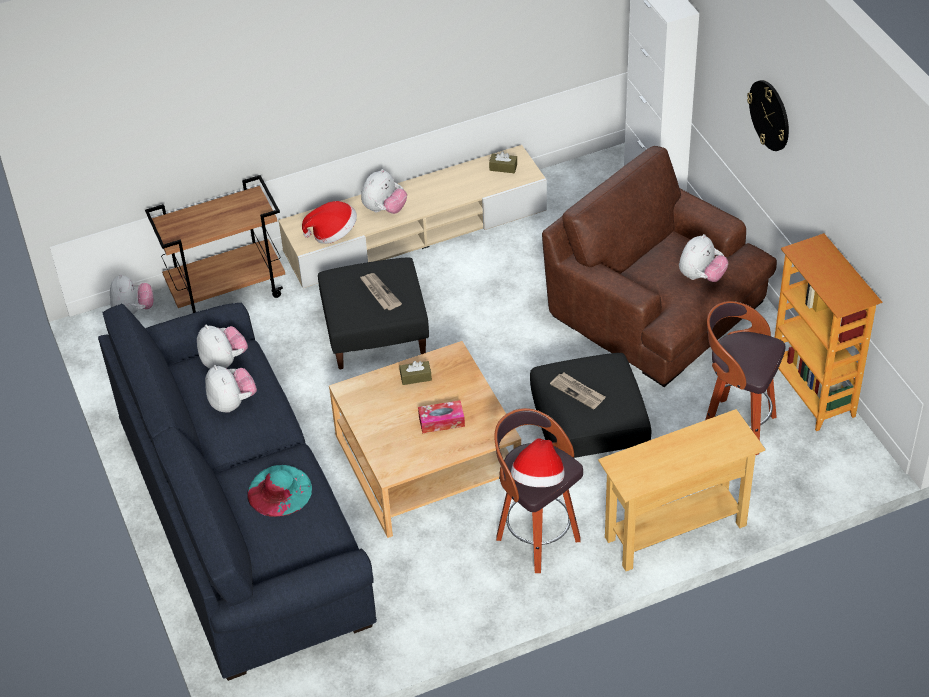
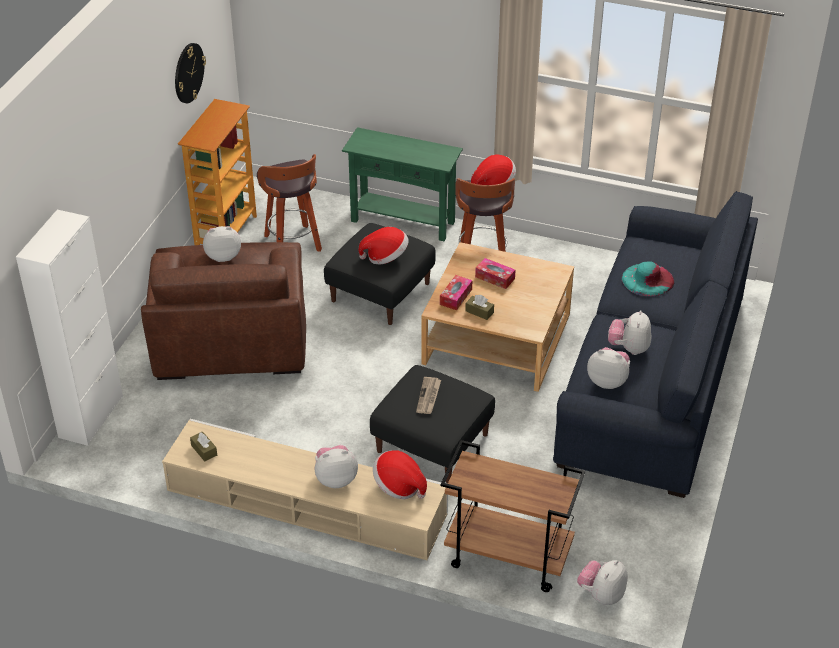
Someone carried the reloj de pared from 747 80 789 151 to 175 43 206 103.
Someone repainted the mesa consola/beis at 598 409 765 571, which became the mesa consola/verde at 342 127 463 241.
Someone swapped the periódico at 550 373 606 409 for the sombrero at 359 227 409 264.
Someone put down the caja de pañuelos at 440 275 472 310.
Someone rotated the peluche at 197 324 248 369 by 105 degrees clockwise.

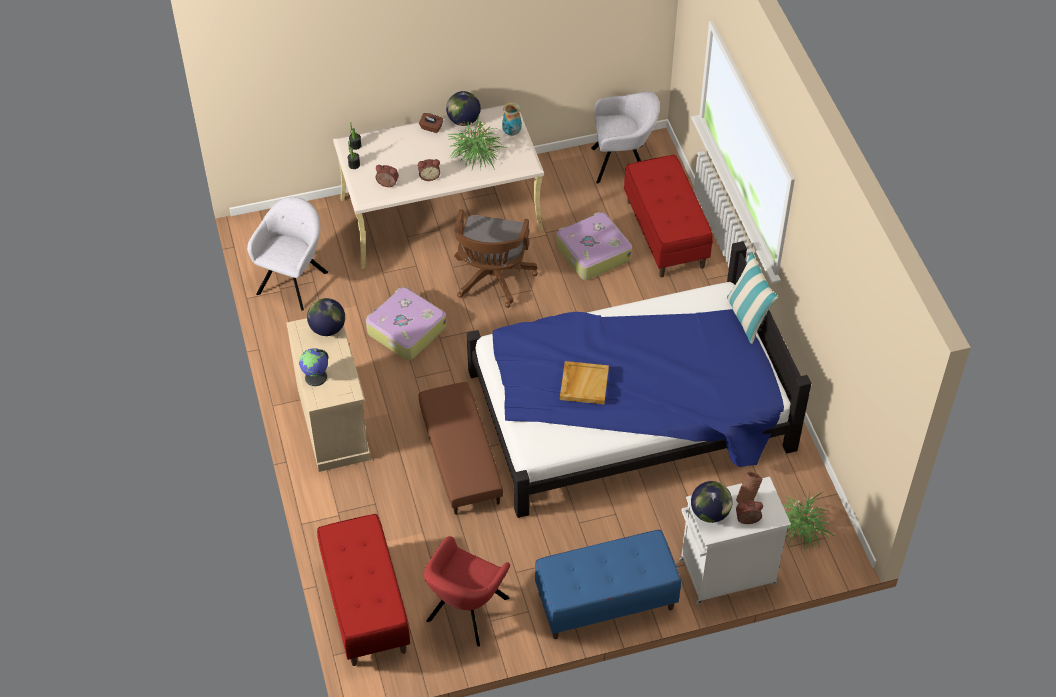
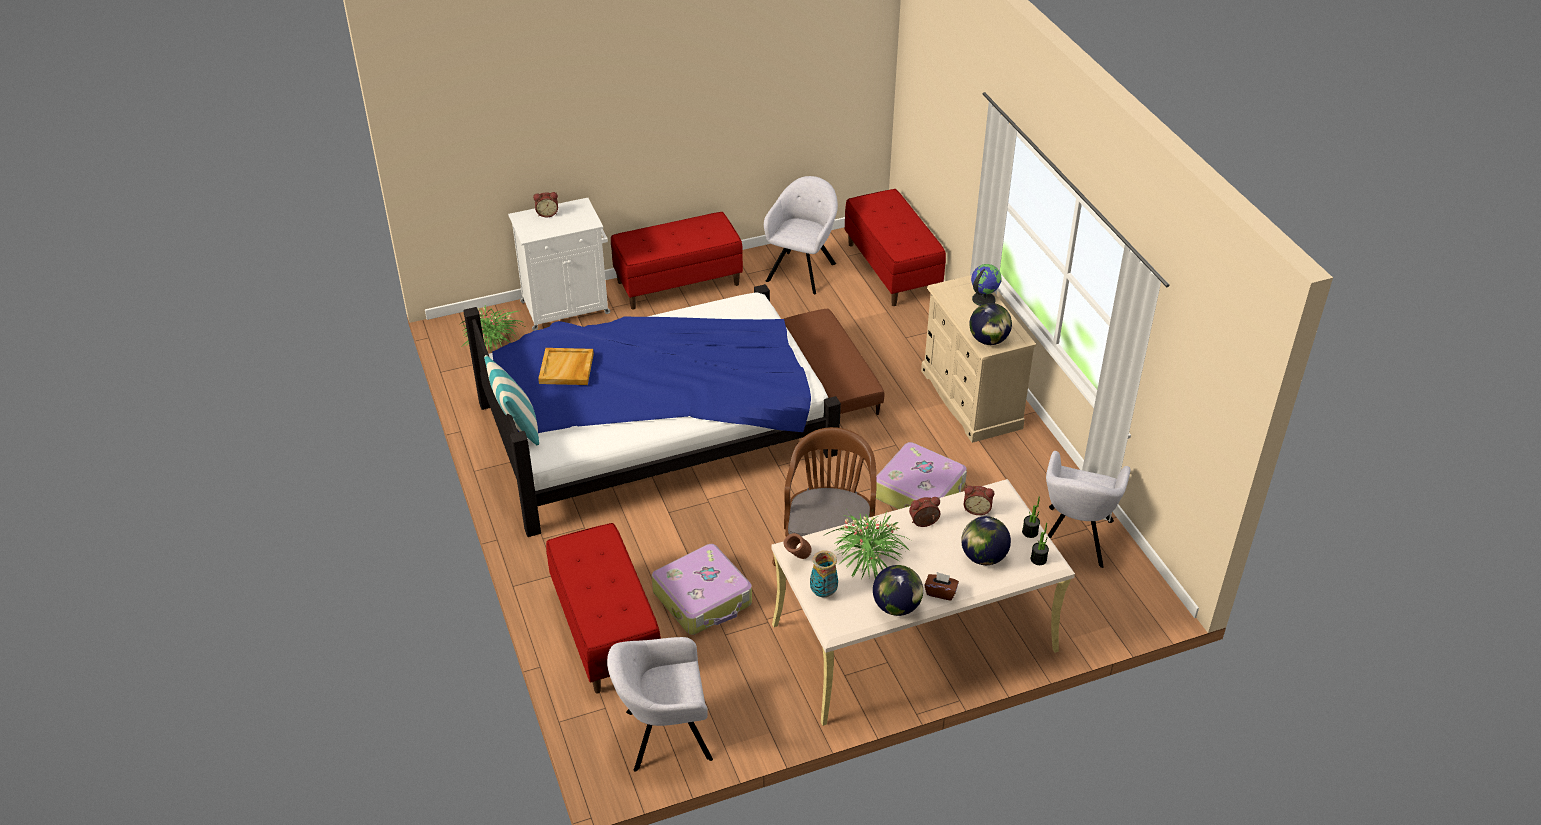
Someone carried the bandeja/beis from 560 361 609 404 to 538 348 594 385.
Someone repainted the banco/azul at 535 530 681 639, which became the banco/rojo at 611 212 743 309.
Someone repainted the sillón/rojo at 424 536 510 647, which became the sillón/gris at 764 176 838 294.
Someone carried the florero/marrón from 736 472 762 503 to 783 533 812 559.
Someone carried the globo terráqueo from 691 481 732 523 to 961 516 1011 565.

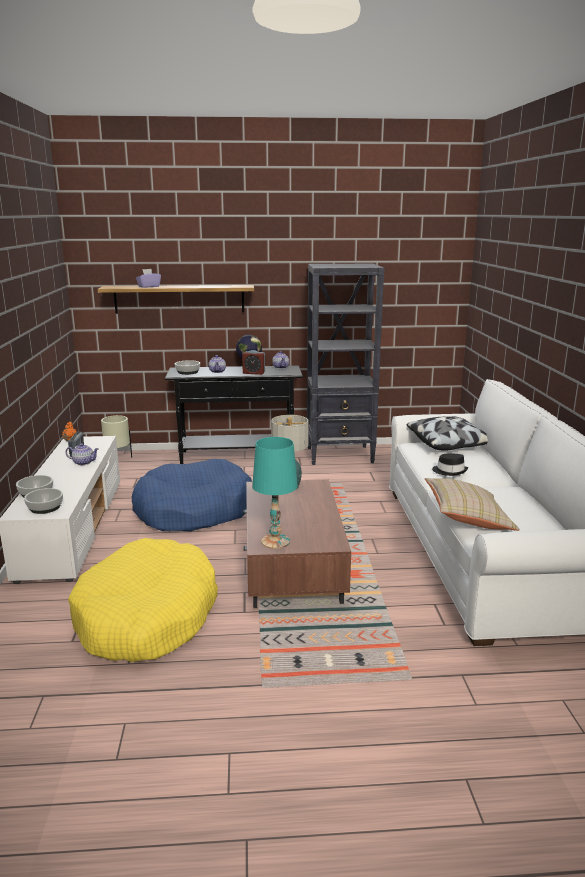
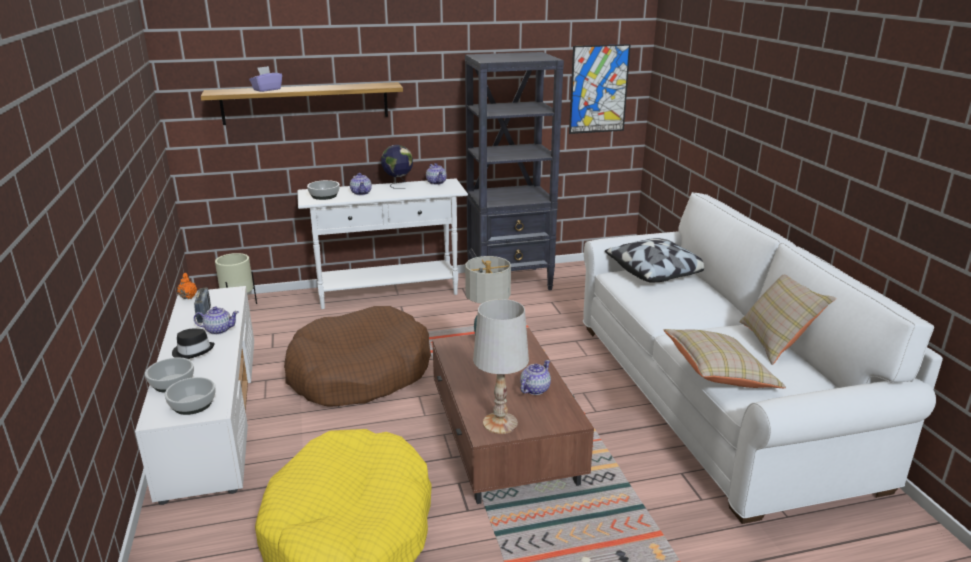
Someone carried the sombrero/negro from 432 453 468 476 to 172 329 215 359.
Someone repainted the cama para perro/azul at 132 459 252 531, which became the cama para perro/marrón at 284 306 431 407.
Someone repainted the mesa consola/negro at 165 365 303 464, which became the mesa consola/blanco at 297 178 468 309.
Someone repainted the lámpara de mesa/turquesa at 252 437 298 549, which became the lámpara de mesa/blanco at 473 299 529 434.
Someone put down the tetera at 520 360 551 395.
Someone put up the cuadro at 569 44 631 134.
Someone put down the cojín/beis at 739 275 836 365.
Someone took away the despertador at 242 350 265 375.

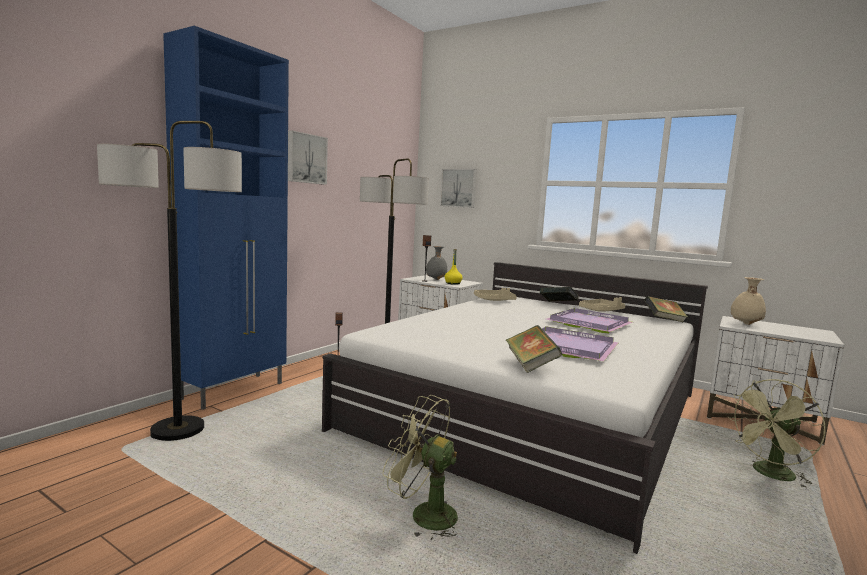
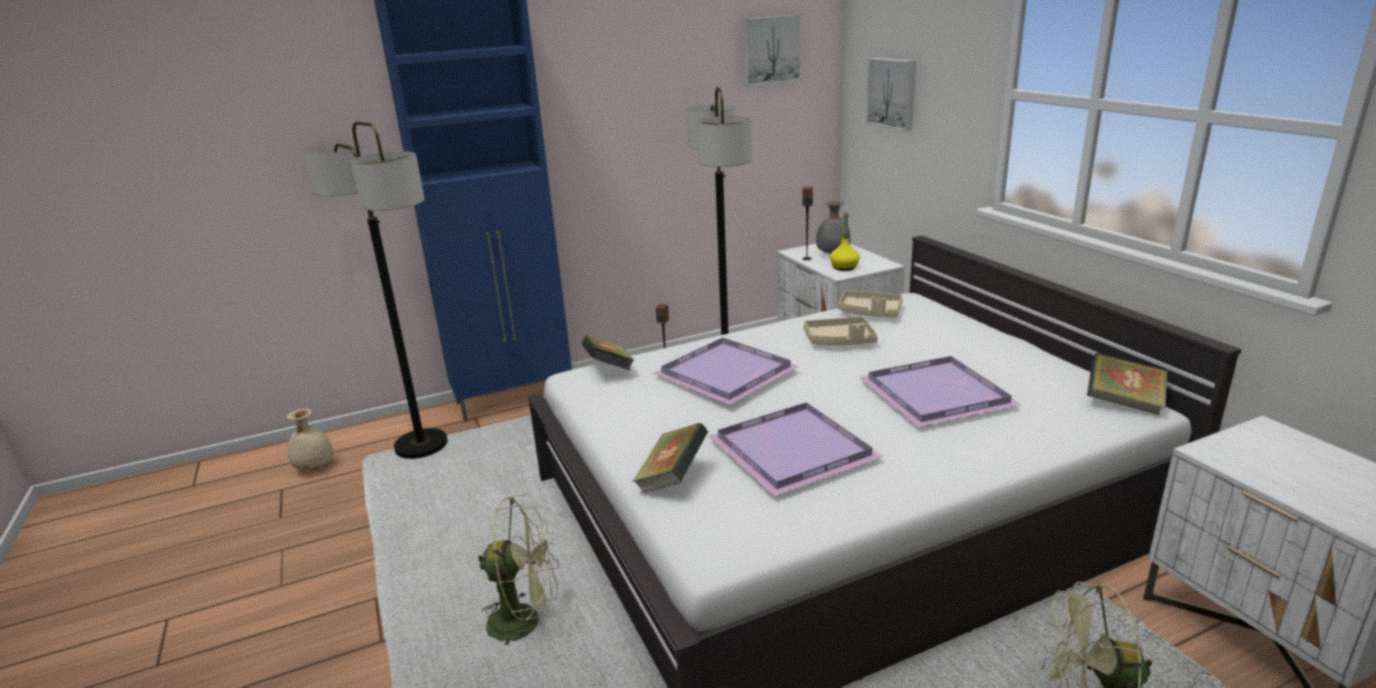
Someone carried the florero/beis from 731 277 766 325 to 287 409 333 470.
Someone rotated the ventilador/verde at 383 395 458 541 by 120 degrees clockwise.
Someone carried the libro from 540 287 579 302 to 581 335 634 370.
Someone put down the bandeja/morado at 653 338 799 405.
Someone carried the cuadro from 288 130 328 185 to 742 15 802 86.
Someone carried the bandeja/beis from 579 297 625 312 to 803 316 878 345.

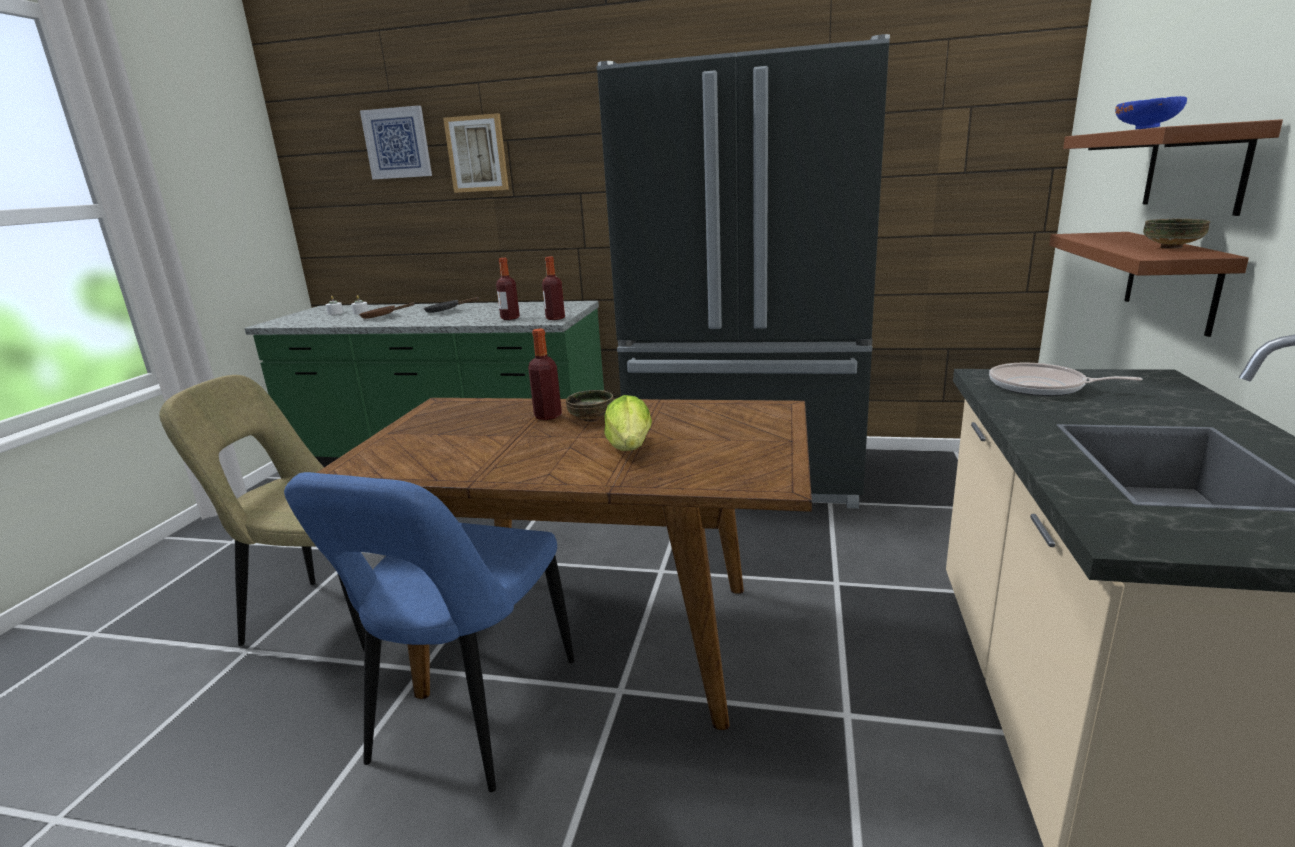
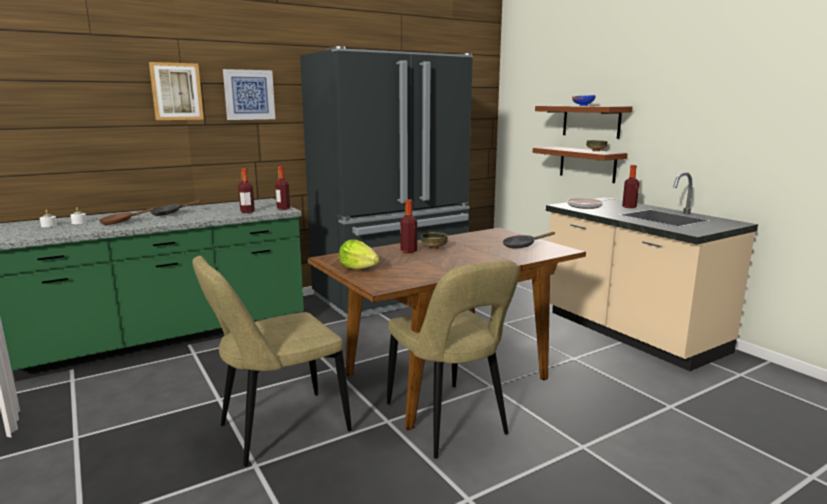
Someone carried the cuadro from 360 105 432 179 to 223 69 275 120.
Someone carried the lechuga from 604 395 652 451 to 339 240 379 270.
Someone repainted the silla/azul at 284 472 575 792, which became the silla/beis at 387 260 519 459.
Someone put down the sartén/negro at 503 232 556 248.
Someone put down the botella at 622 165 639 208.

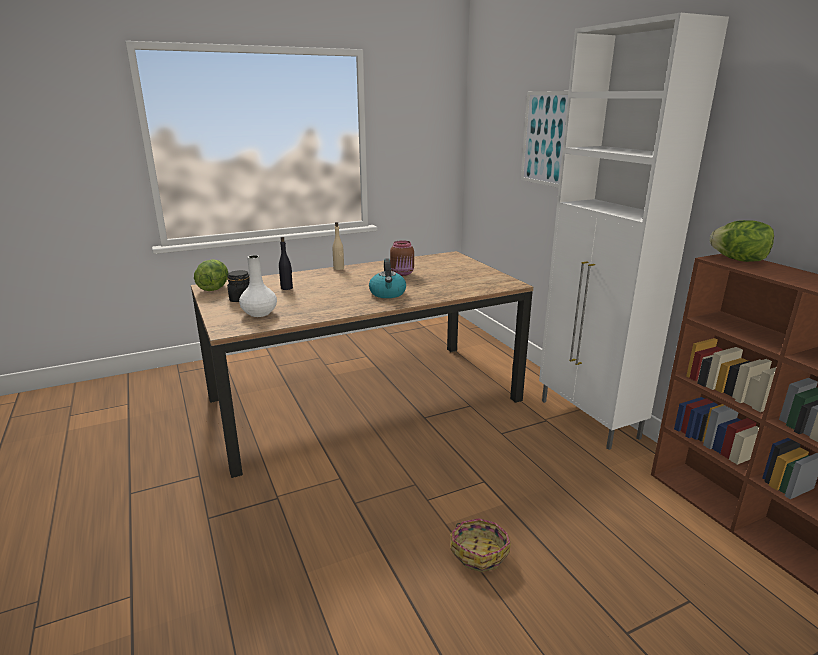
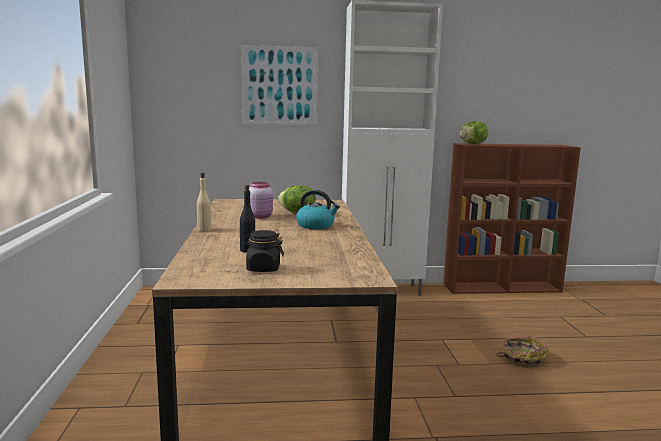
Someone repainted the tarro/marrón at 390 240 414 276, which became the tarro/rosa at 249 182 273 218.
Someone carried the lechuga from 194 259 228 291 to 278 185 316 213.
Someone took away the florero/blanco at 239 255 277 317.

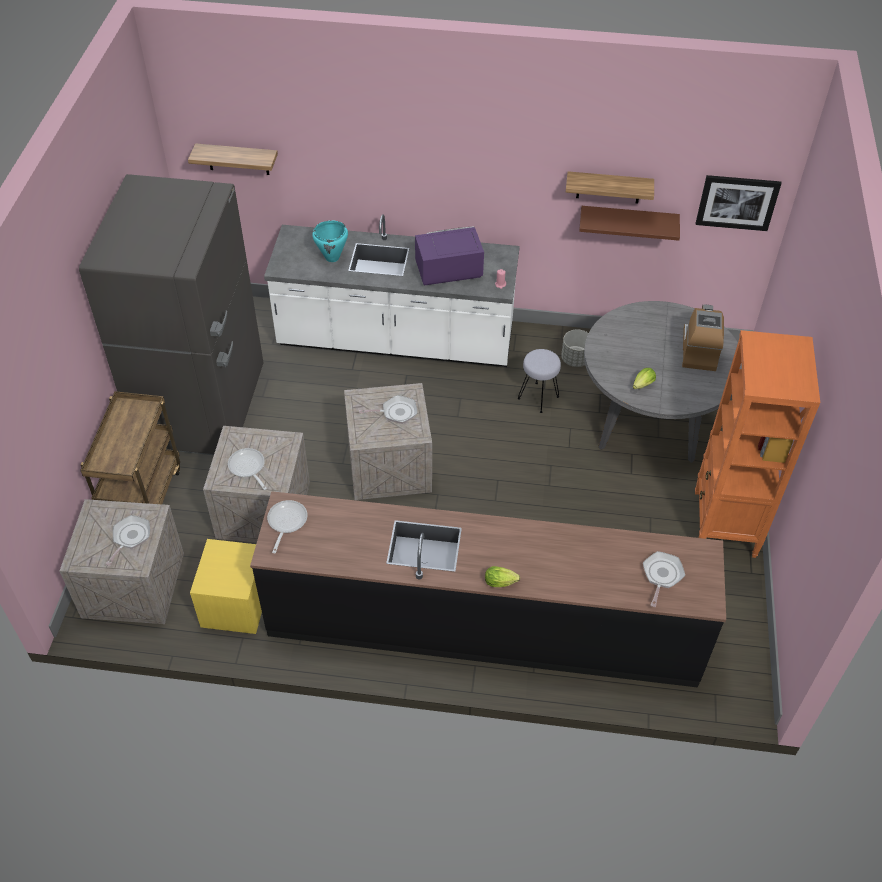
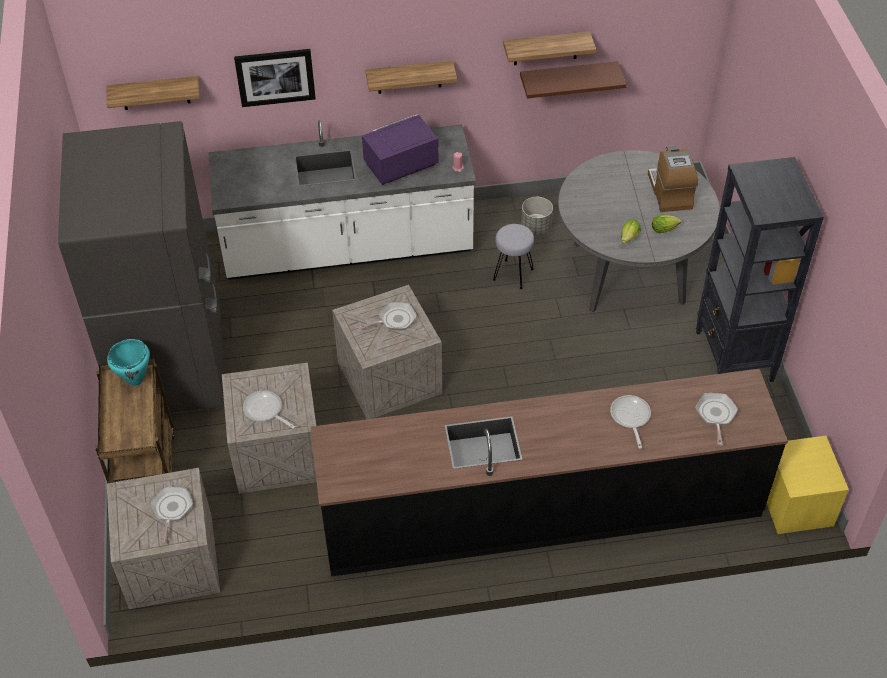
Someone carried the olla/turquesa from 312 220 348 262 to 107 339 150 386.
Someone carried the cuadro from 696 175 781 231 to 234 49 316 107.
Someone put up the estante at 365 60 457 94.
Someone carried the sartén from 267 500 308 553 to 610 395 651 449.
Someone carried the lechuga from 485 566 520 587 to 652 215 681 233.
Someone repainted the estantería/naranja at 695 330 820 558, which became the estantería/negro at 696 157 824 382.
Someone carried the mesita de noche/amarillo from 190 539 262 634 to 767 436 849 534.

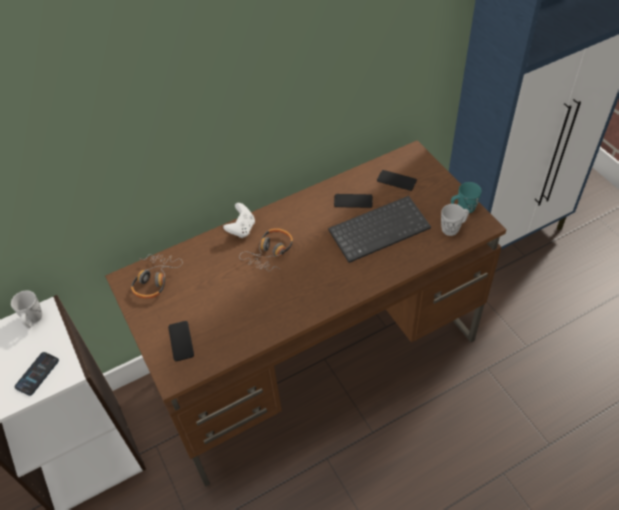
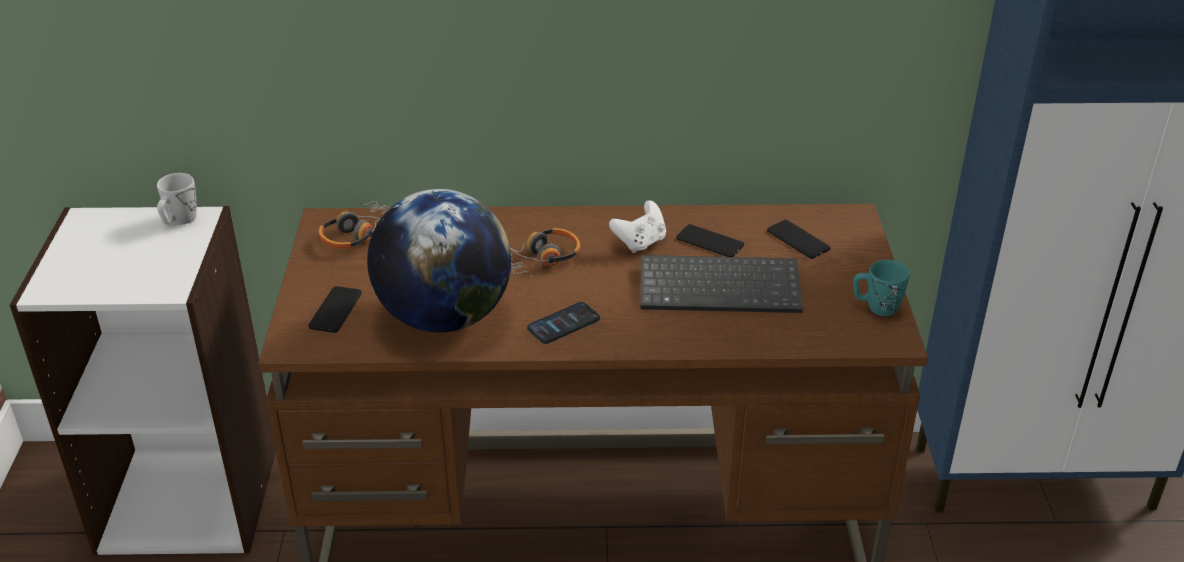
Someone put down the globo terráqueo at 367 189 511 333.
Someone carried the móvil from 15 352 59 396 to 527 302 600 344.
Someone carried the mando de consola/blanco from 223 203 255 238 to 609 200 666 253.
Someone took away the taza grande/blanco at 441 204 469 236.

